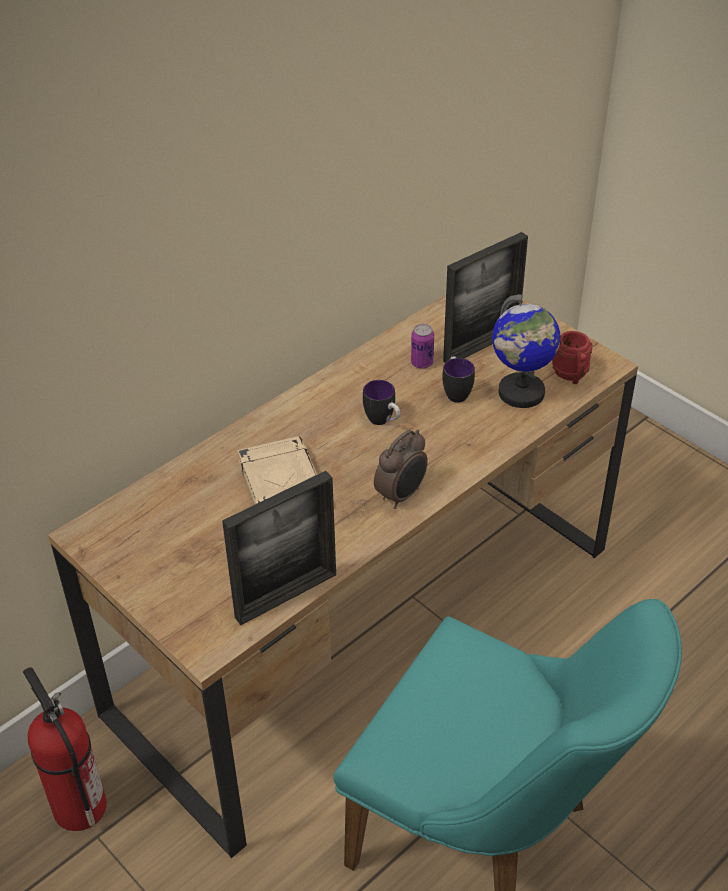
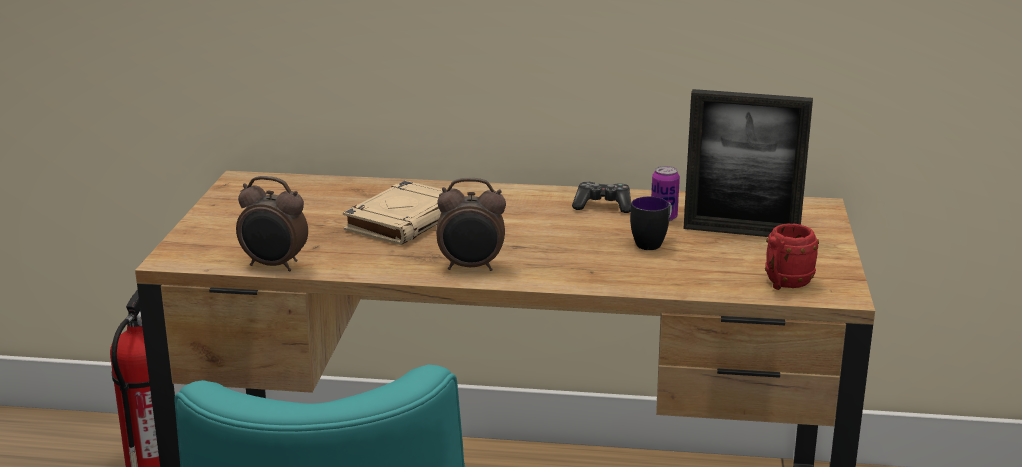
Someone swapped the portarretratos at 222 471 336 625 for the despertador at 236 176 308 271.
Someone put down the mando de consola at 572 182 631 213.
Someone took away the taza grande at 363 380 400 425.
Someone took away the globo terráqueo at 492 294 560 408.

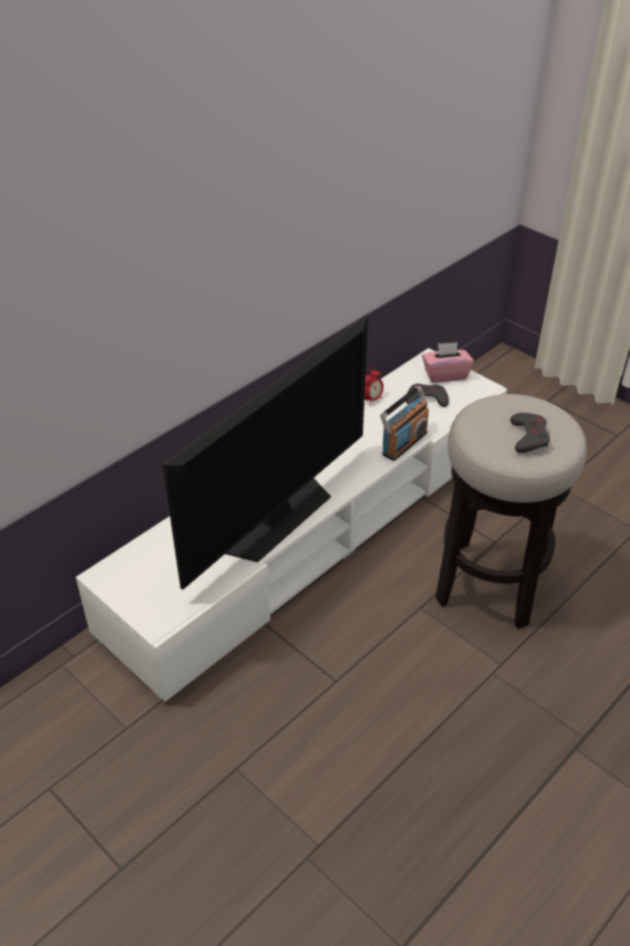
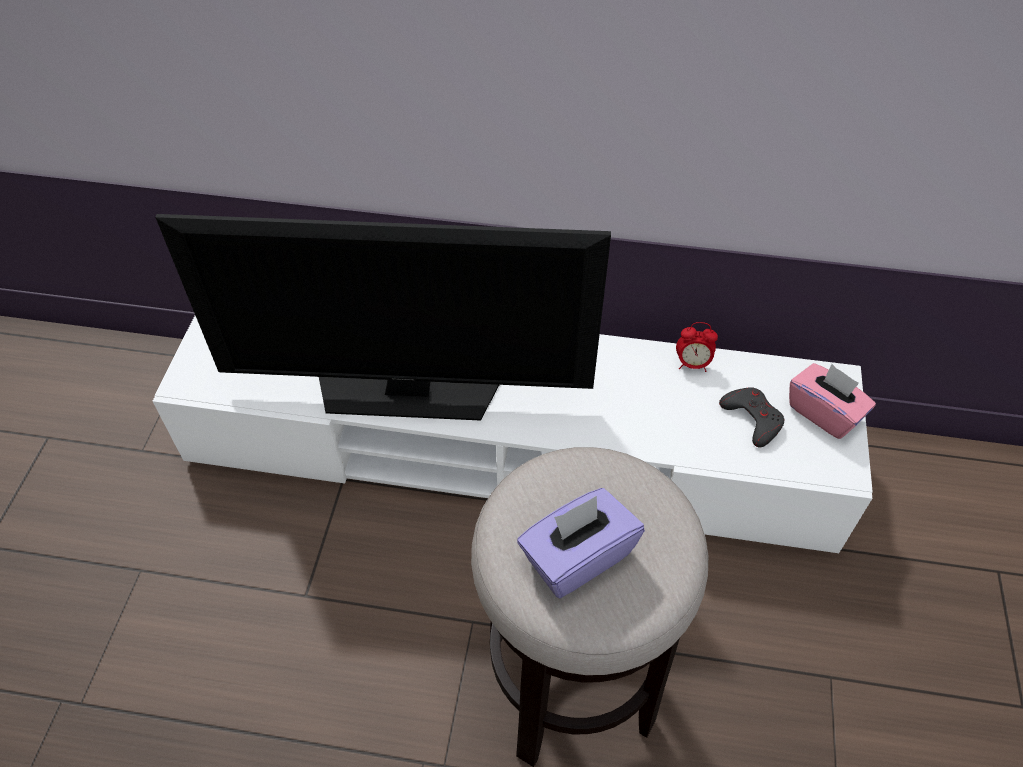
Someone swapped the mando de consola/gris at 510 413 550 453 for the caja de pañuelos/morado at 517 488 645 599.
Someone took away the radio at 380 386 429 461.

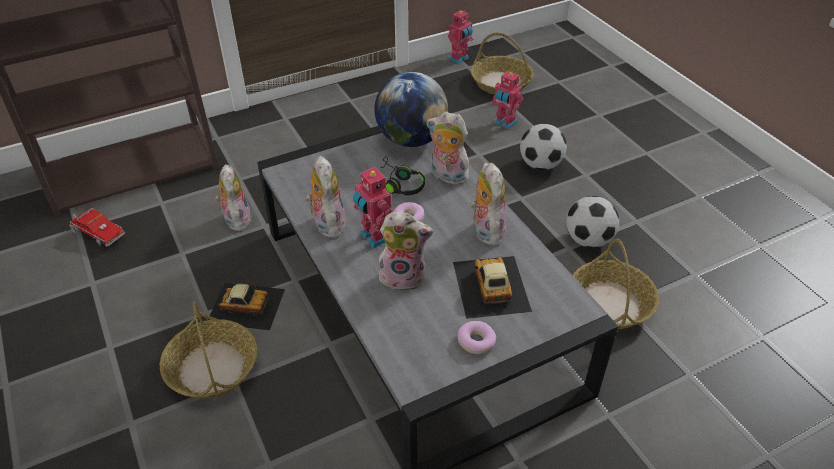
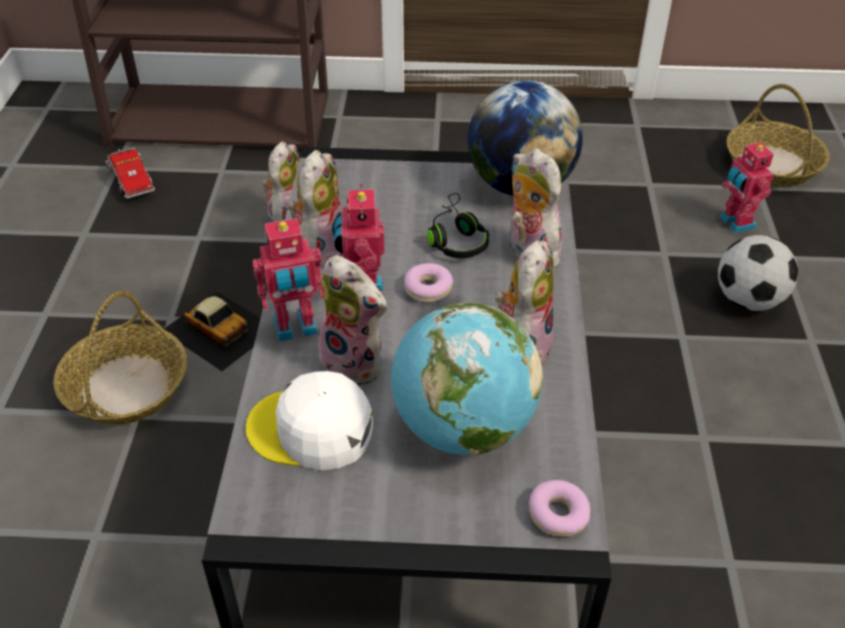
Someone put down the gorra/blanco at 246 371 373 470.
Someone carried the robot de juguete from 448 10 474 64 to 253 218 324 341.
Someone swapped the coche de juguete at 453 256 532 319 for the globo terráqueo at 391 303 543 456.
Someone carried the rosquilla from 458 321 496 354 to 529 480 590 536.
Someone took away the balón de fútbol at 566 196 619 248.
Someone took away the cesta at 573 238 659 329.

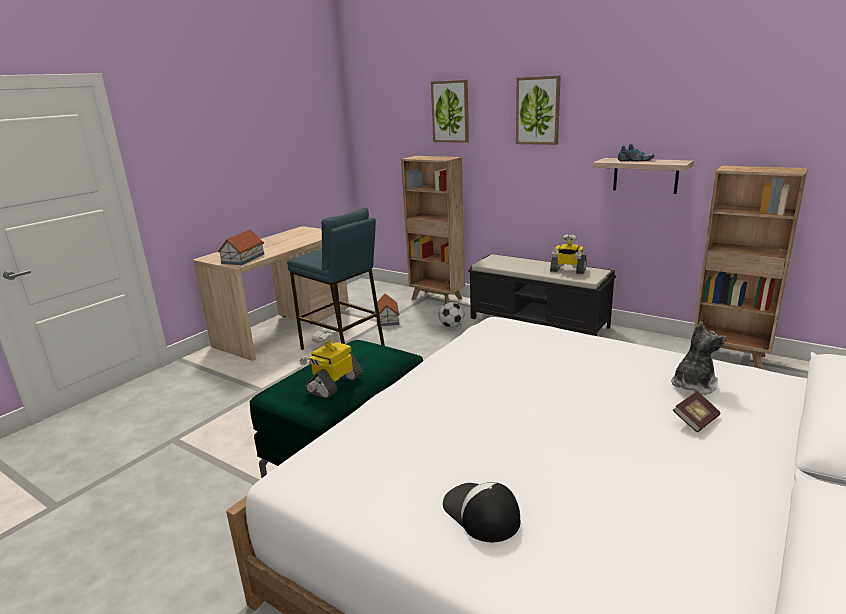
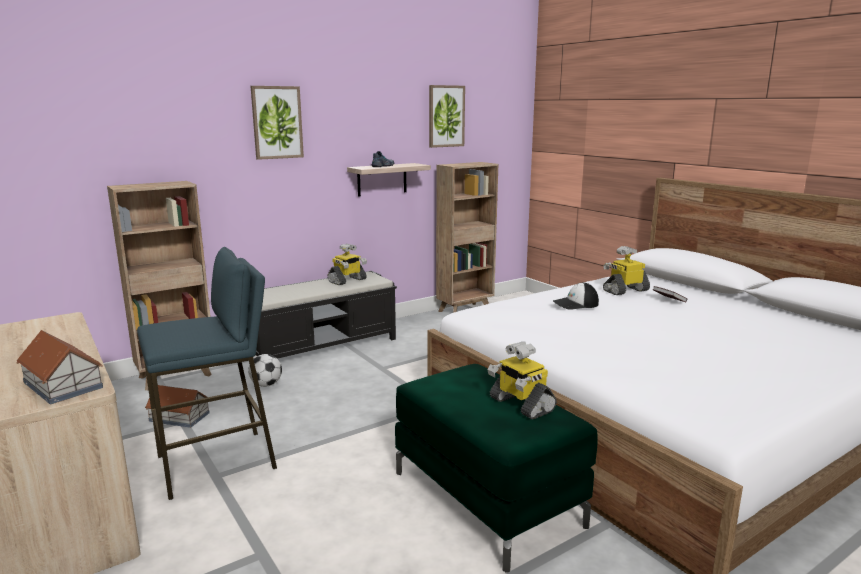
Someone carried the cuadro from 431 80 469 143 to 429 85 465 148.
Someone carried the gorra from 443 482 520 542 to 553 282 599 310.
Someone swapped the peluche at 671 321 727 395 for the robot de juguete at 603 246 650 295.

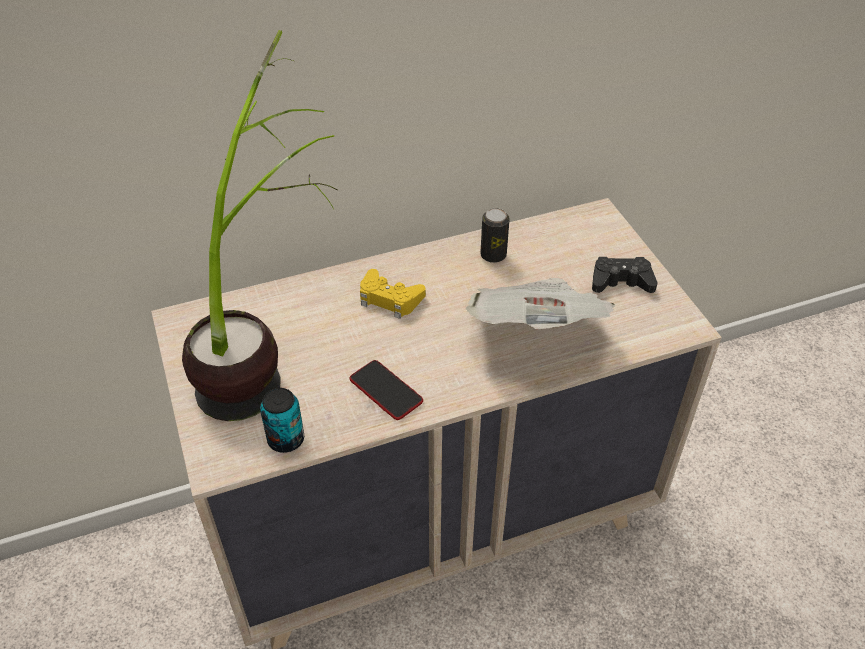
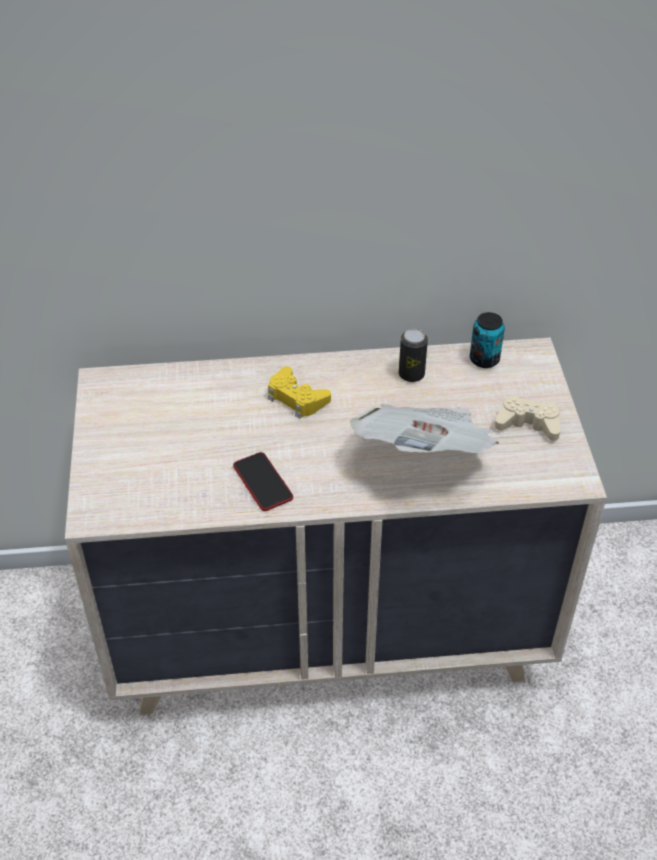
Someone carried the lata from 260 388 304 453 to 470 312 505 368.
Someone repainted the mando de consola/negro at 592 257 658 293, which became the mando de consola/beis at 495 395 560 441.
Someone took away the planta en maceta at 182 30 337 421.

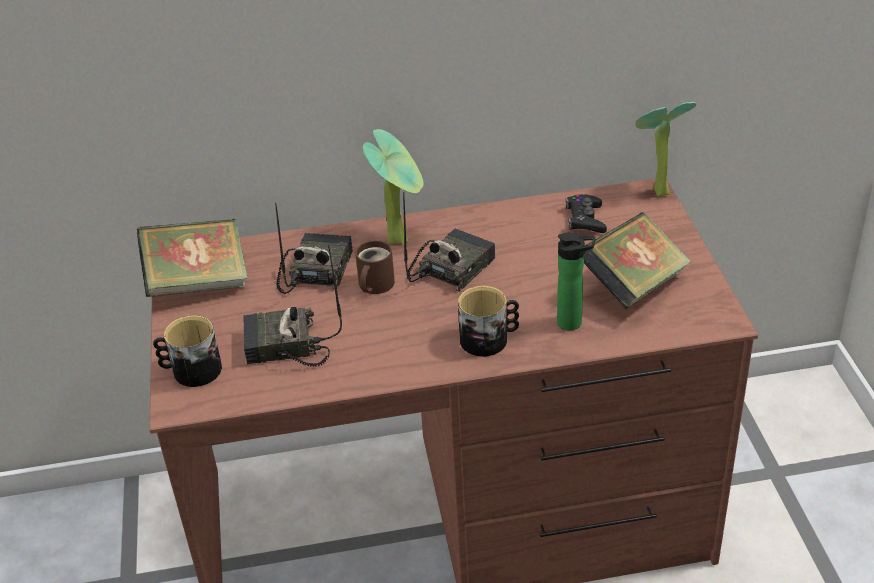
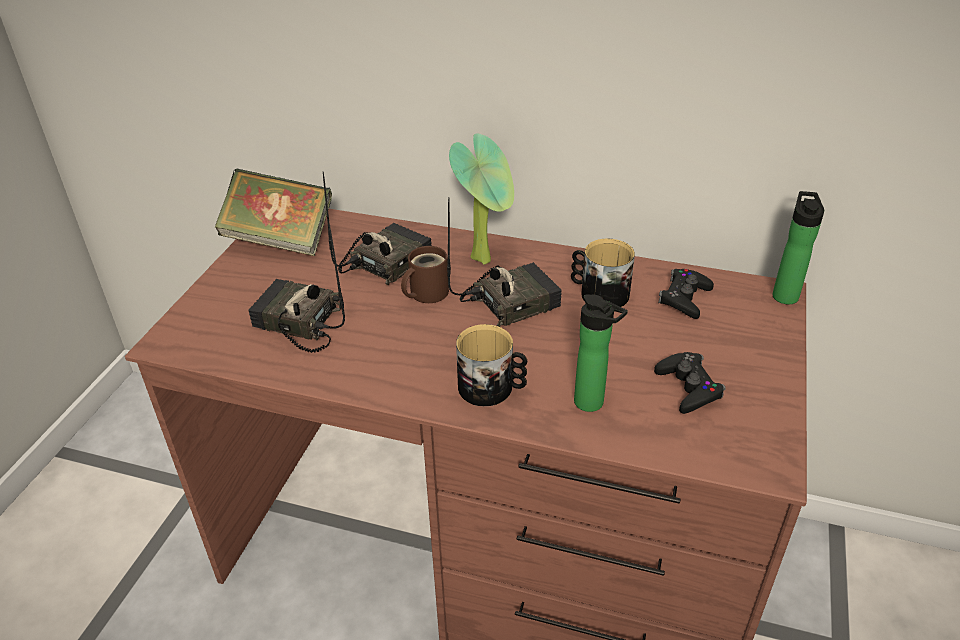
Someone carried the taza grande from 153 315 222 387 to 571 238 635 307.
Someone swapped the libro at 584 212 691 309 for the mando de consola/negro at 654 352 726 414.
Someone swapped the planta en maceta at 635 102 696 197 for the botella at 773 191 824 304.

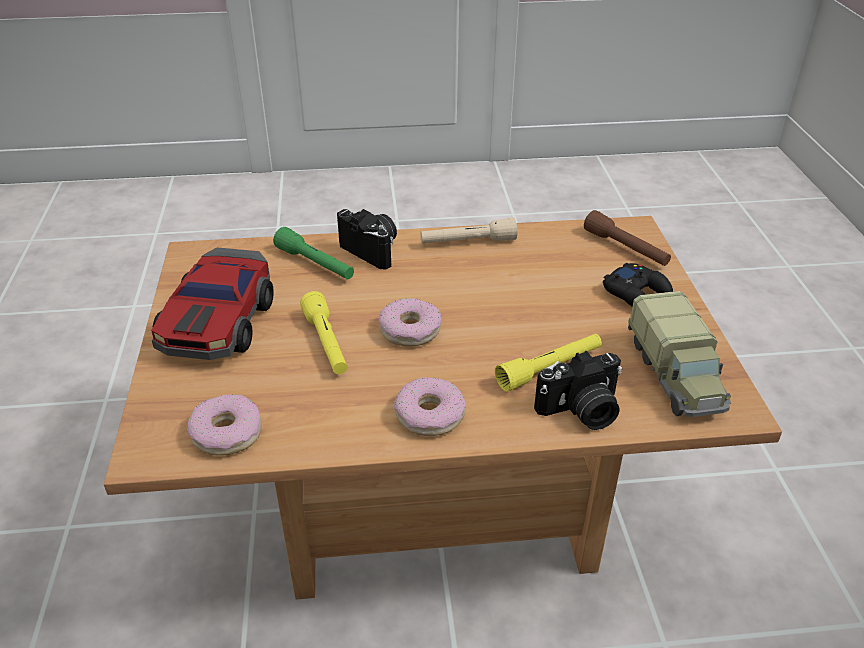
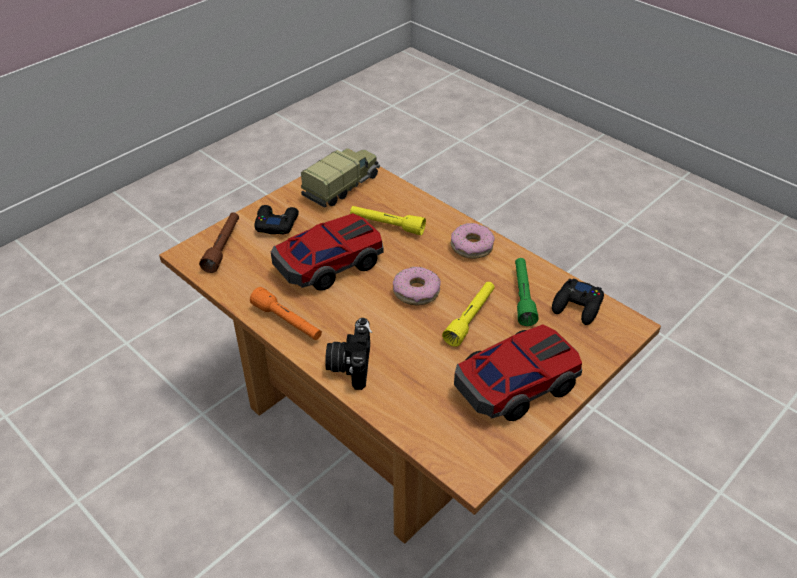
Someone repainted the linterna/beis at 420 217 517 243, which became the linterna/naranja at 250 287 322 340.
Someone put down the coche de juguete at 271 213 384 291.
Someone carried the linterna/verde from 273 227 354 279 to 515 258 539 326.
Someone swapped the rosquilla at 187 394 262 456 for the mando de consola/negro at 552 278 604 325.
Someone took away the cámara at 534 351 622 430.

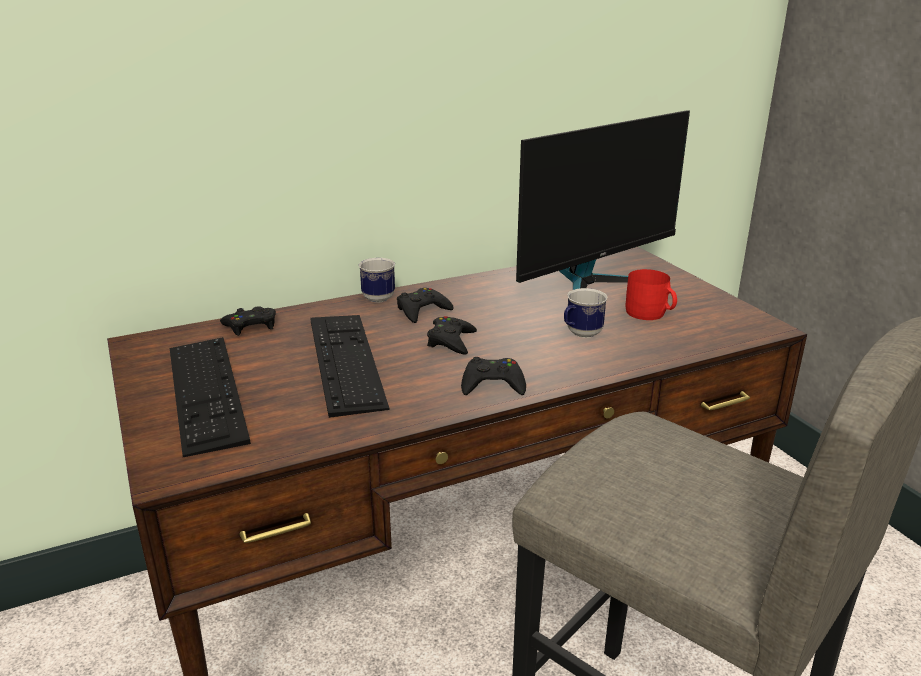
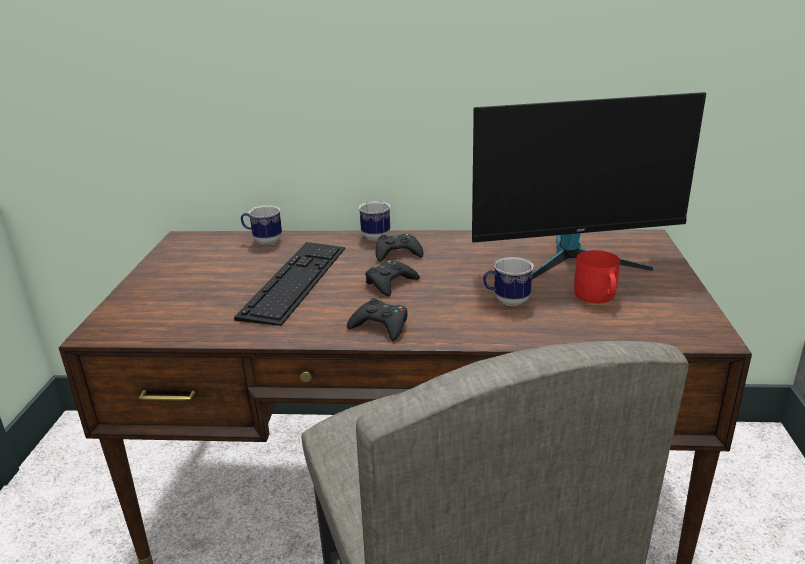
Someone swapped the mando de consola/negro at 220 306 276 336 for the taza grande at 241 205 282 244.
Someone took away the teclado at 170 337 251 457.

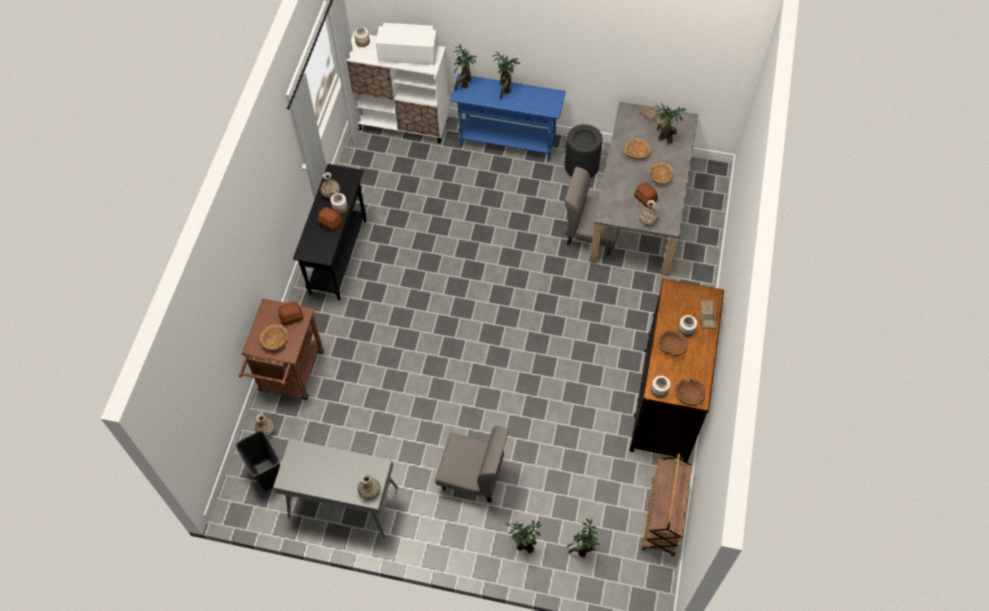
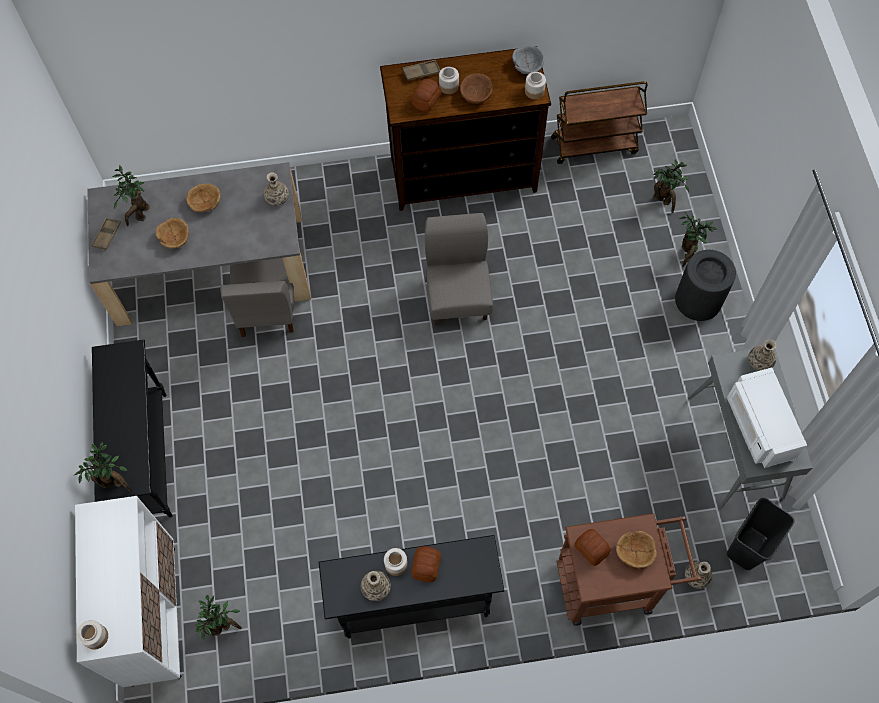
Someone repainted the mesa consola/azul at 450 74 566 162, which became the mesa consola/negro at 92 340 173 518.
Someone carried the planta en maceta from 492 51 520 98 to 196 595 241 640.
Someone carried the pan from 634 182 658 207 to 411 79 441 112.
Someone carried the silla/gris from 435 426 509 503 to 425 213 493 325.
Someone repainted the cuenco/marrón at 674 378 705 406, which became the cuenco/gris at 512 45 545 74.
Someone carried the papelera/negro from 565 124 602 178 to 675 250 736 321.
Someone carried the microondas/blanco from 376 23 438 65 to 727 367 807 468.

